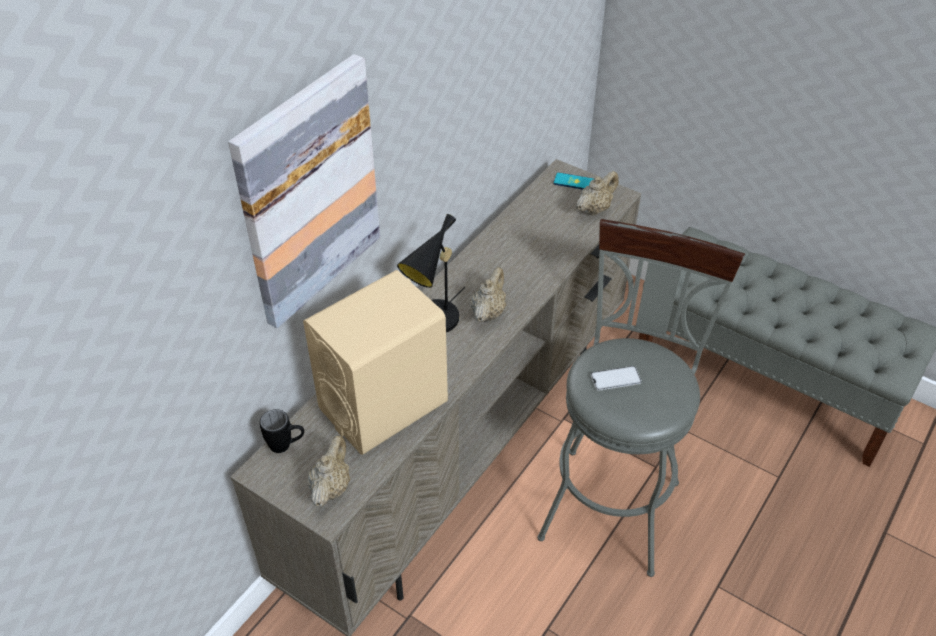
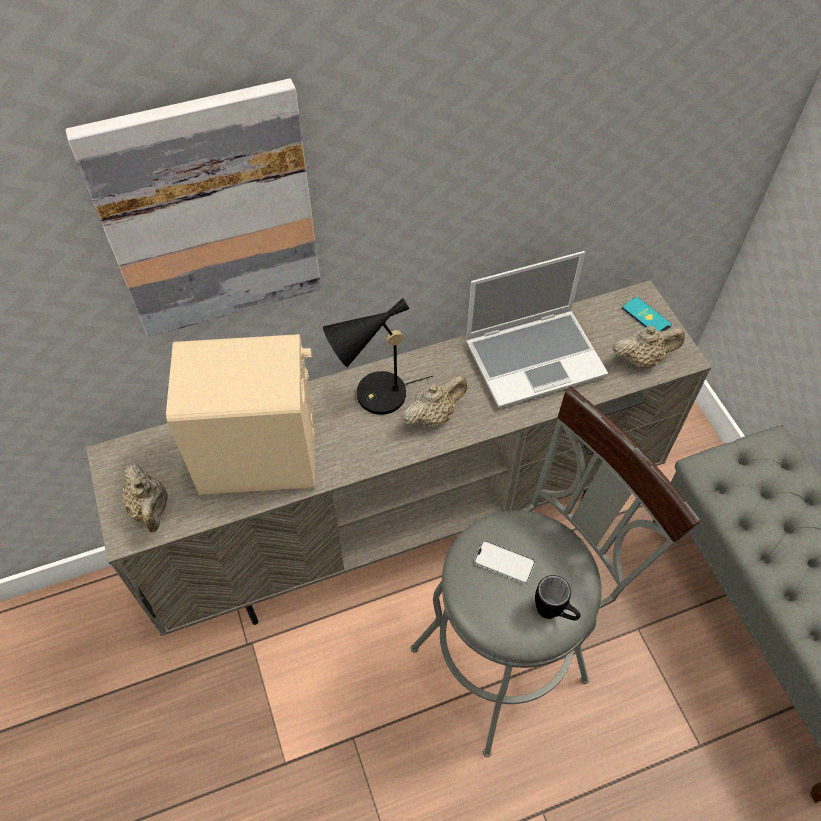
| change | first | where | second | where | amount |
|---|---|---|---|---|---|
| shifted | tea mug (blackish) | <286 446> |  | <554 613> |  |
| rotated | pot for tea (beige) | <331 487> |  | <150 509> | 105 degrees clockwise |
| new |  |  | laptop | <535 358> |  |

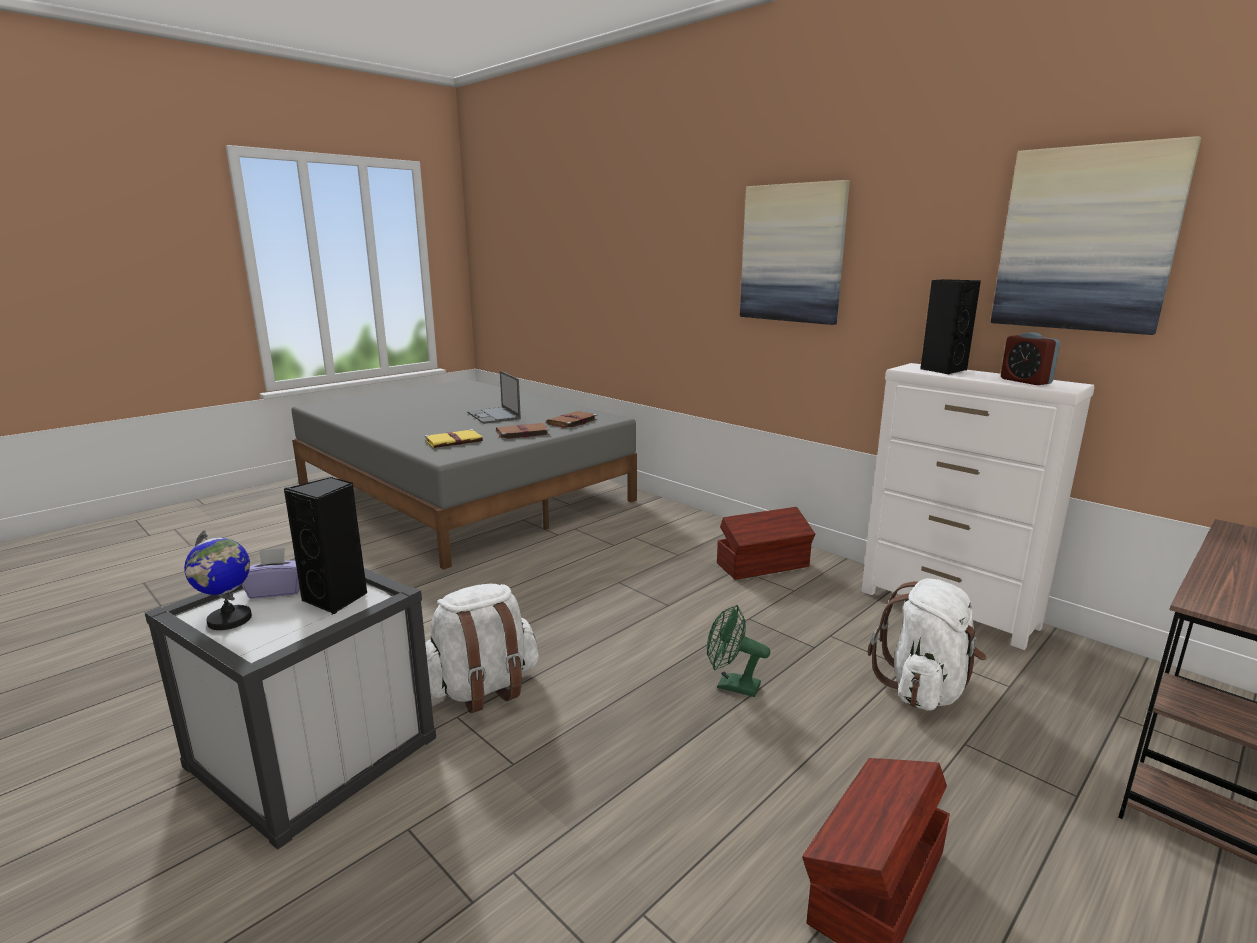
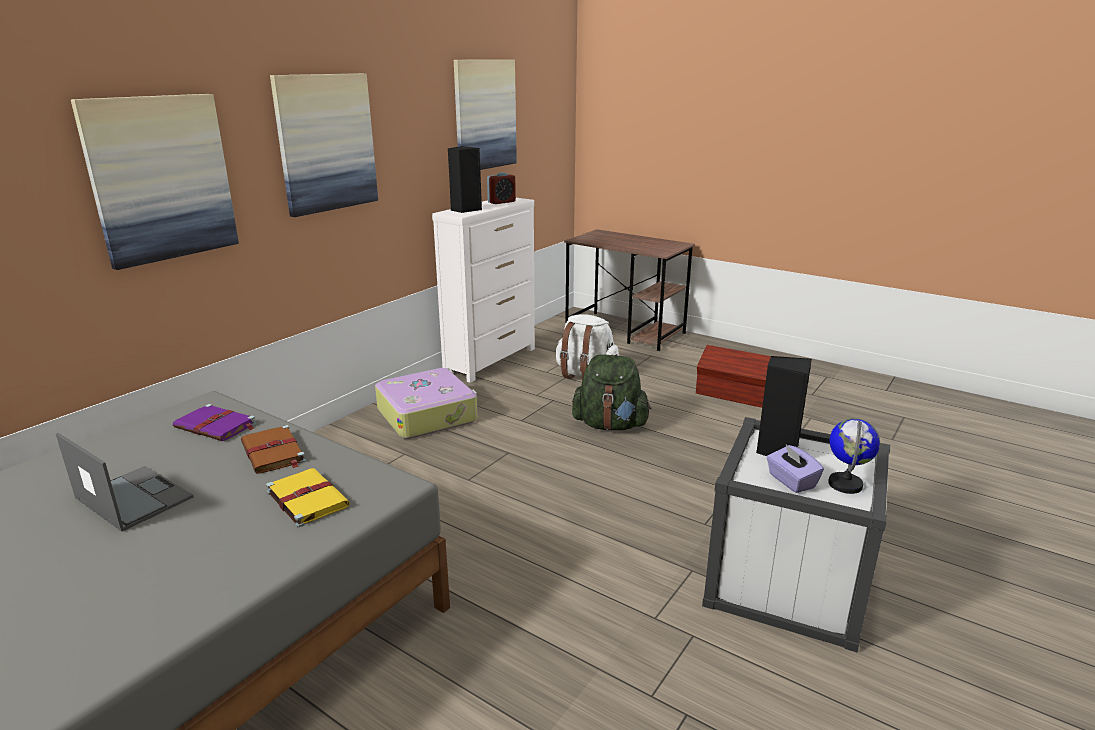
| change | first | where | second | where | amount |
|---|---|---|---|---|---|
| gone | backpack (white-coloured) | <482 688> |  |  |  |
| rotated | laptop | <494 416> |  | <132 498> | 105 degrees counterclockwise |
| repainted | volume (brown-coloured) | <571 422> | volume (purple) | <216 426> |  |
| swapped | fan (green-coloured) | <731 685> | backpack (green-coloured) | <610 425> |  |
| swapped | storage bin (brown-coloured) | <764 565> | piece of luggage | <428 414> |  |
| new |  |  | wall picture | <161 179> |  |

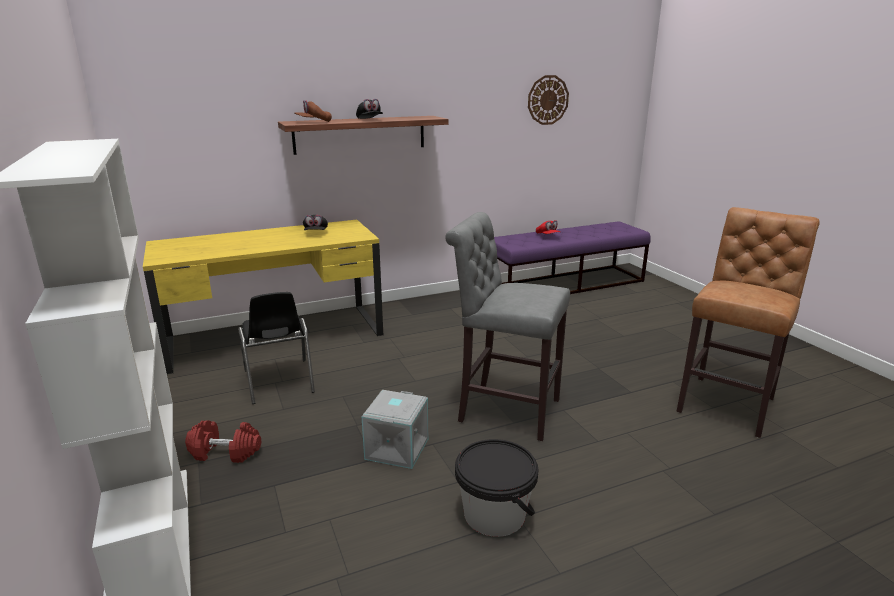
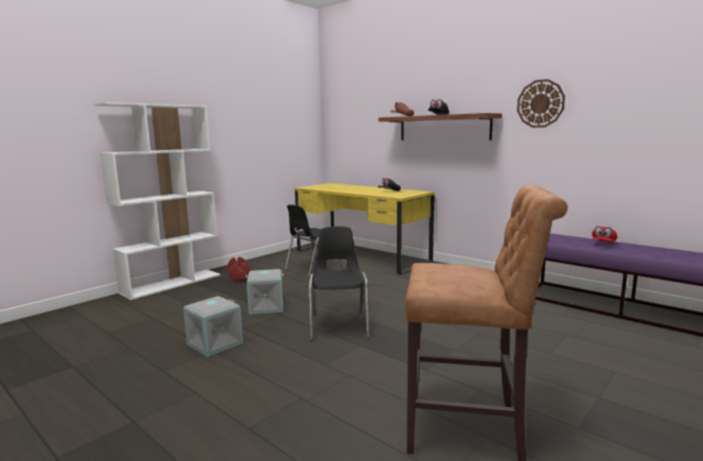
| change | first | where | second | where | amount |
|---|---|---|---|---|---|
| swapped | stool seat (greyish) | <503 409> | upright chair (blackish) | <339 325> |  |
| swapped | pail (blackish) | <494 514> | storage bin (greyish) | <214 343> |  |
| shifted | wall clock | <547 100> |  | <540 103> |  |

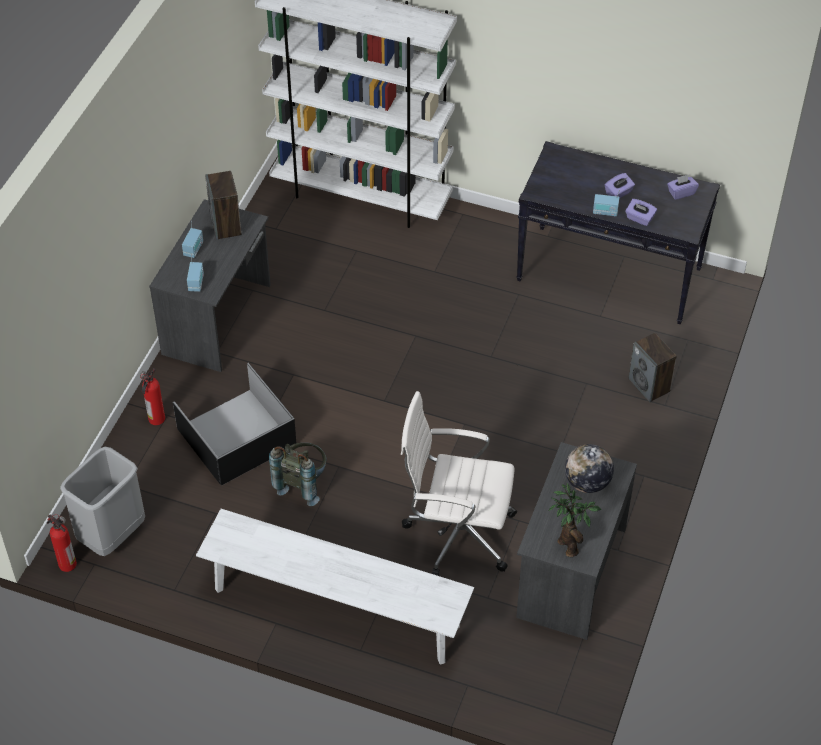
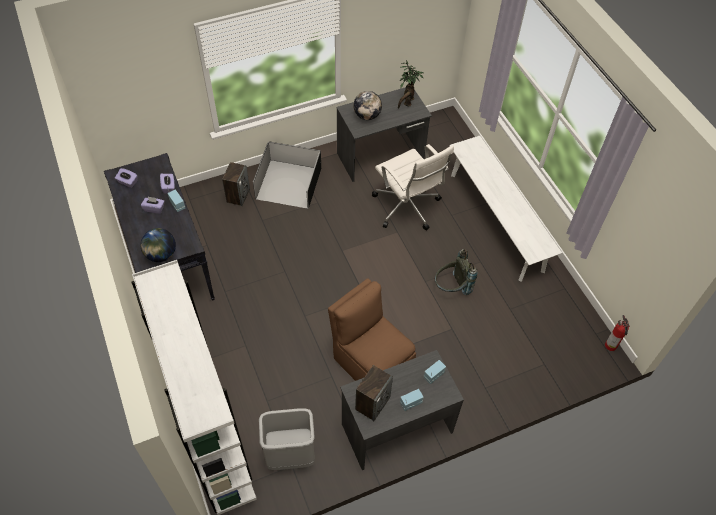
| change | first | where | second | where | amount |
|---|---|---|---|---|---|
| shifted | trash can (greyish) | <111 534> |  | <290 456> |  |
| gone | fire-fighting cylinder | <156 419> |  |  |  |
| shifted | storage bin (blackish) | <237 436> |  | <288 183> |  |
| new |  |  | desk globe | <161 255> |  |
| new |  |  | upright chair (brown-coloured) | <371 363> |  |

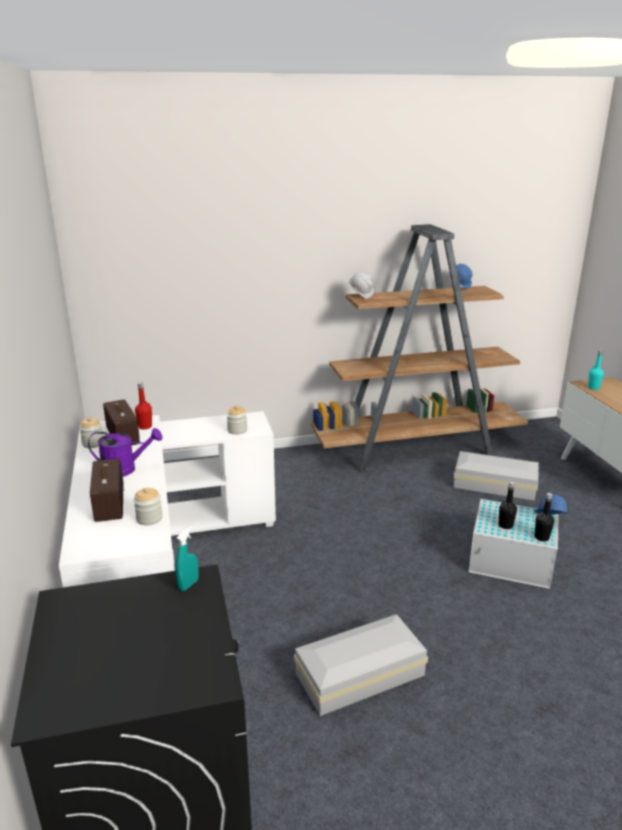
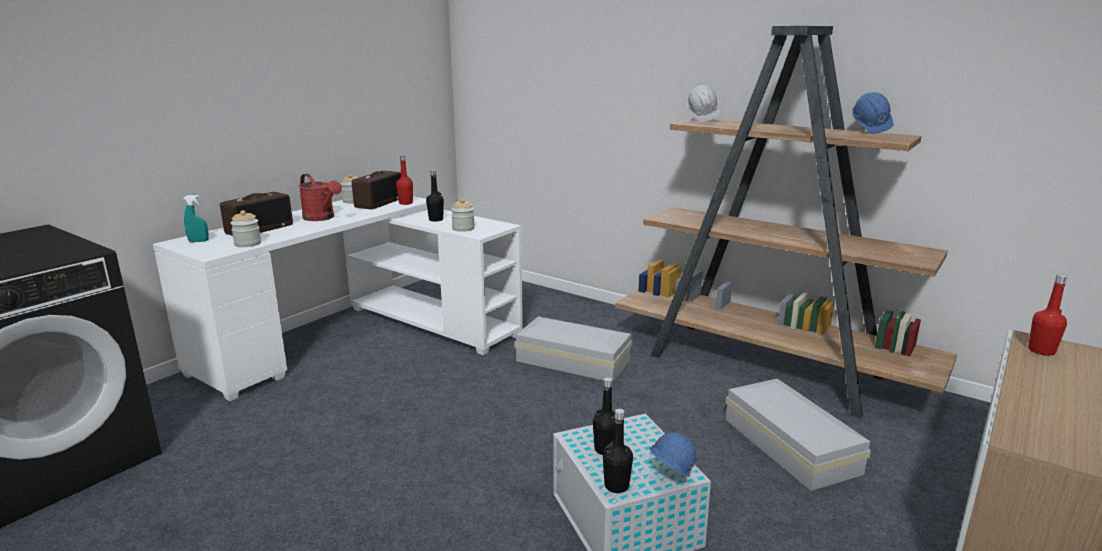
| change | first | where | second | where | amount |
|---|---|---|---|---|---|
| repainted | watering pot (purple) | <125 469> | watering pot (red) | <322 218> |  |
| shifted | hand sprayer (blue-green) | <188 584> |  | <198 241> |  |
| shifted | storage bin (white-coloured) | <362 675> |  | <574 361> |  |
| repainted | beverage bottle (blue-green) | <593 388> | beverage bottle (red) | <1041 351> |  |
| new |  |  | beverage bottle (blackish) | <436 220> |  |

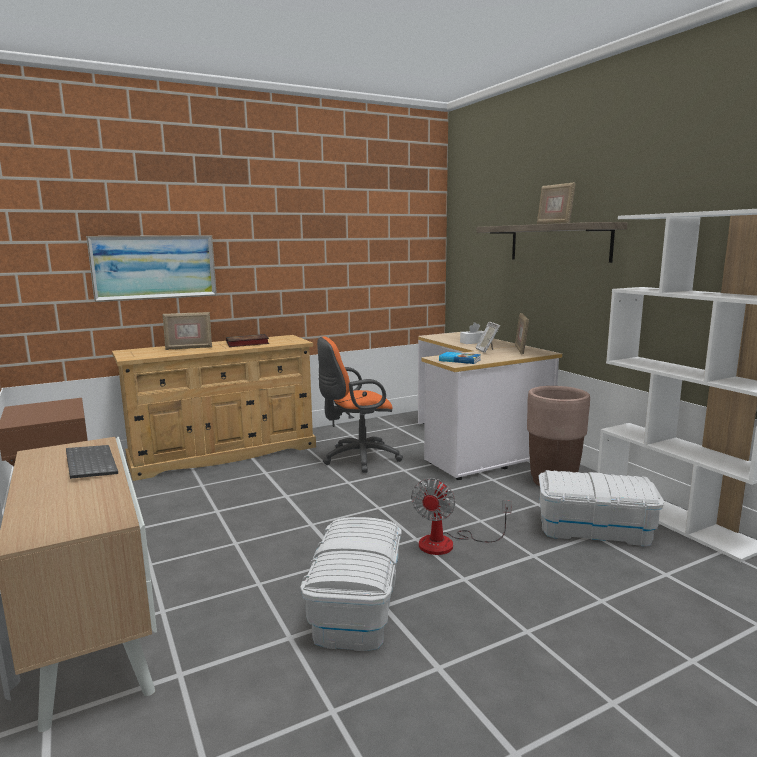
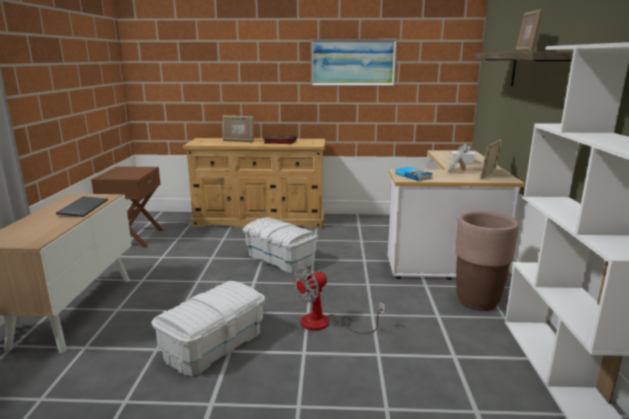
| change | first | where | second | where | amount |
|---|---|---|---|---|---|
| shifted | wall picture | <154 267> |  | <353 62> |  |
| gone | computer chair (orange) | <357 459> |  |  |  |
| shifted | storage bin (white-coloured) | <594 529> |  | <280 259> |  |

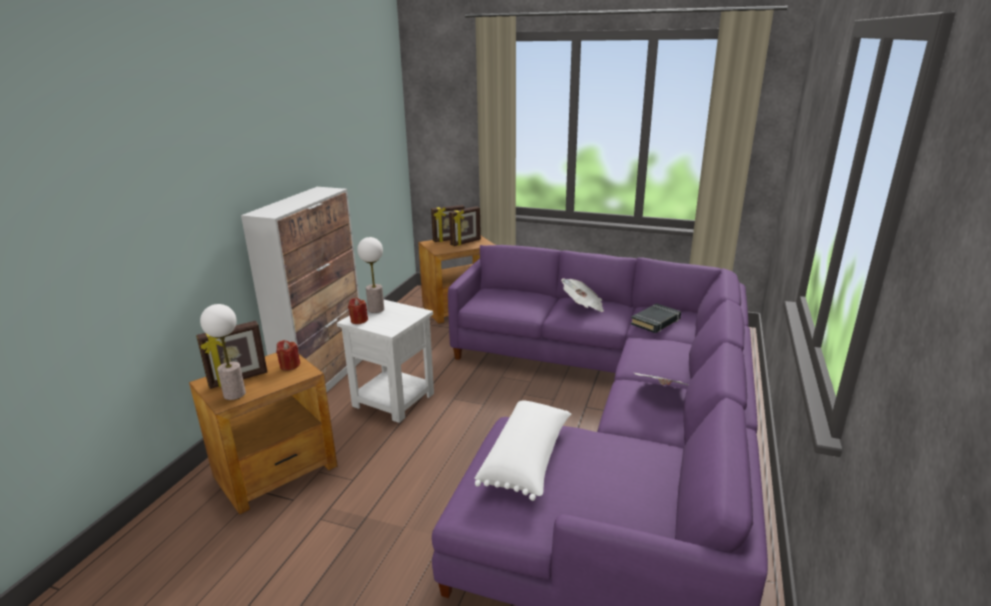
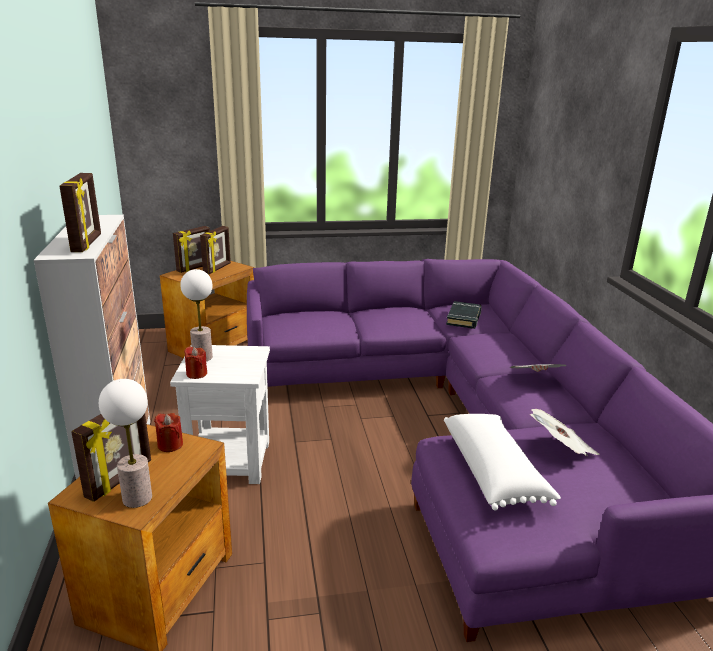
| change | first | where | second | where | amount |
|---|---|---|---|---|---|
| shifted | daily paper | <583 306> |  | <561 449> |  |
| new |  |  | picture frame | <87 243> |  |

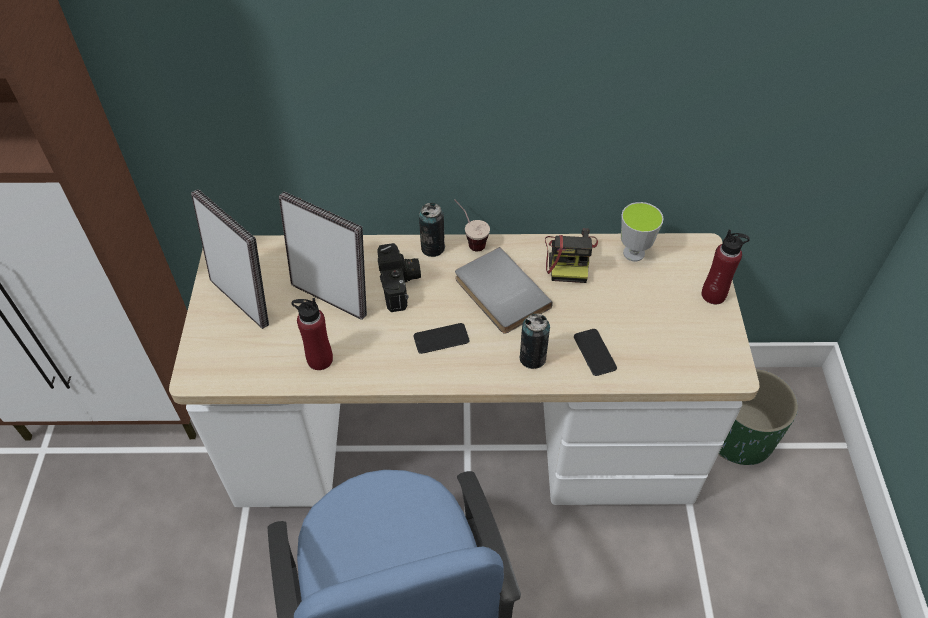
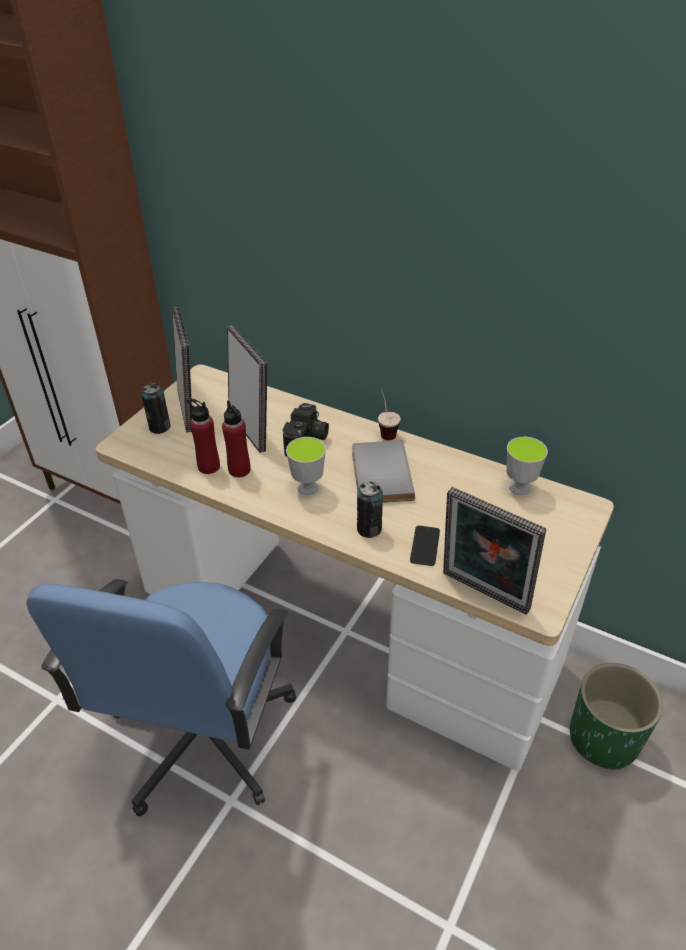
| change | first | where | second | where | amount |
|---|---|---|---|---|---|
| swapped | telephone | <441 339> | drinking cup | <308 488> |  |
| shifted | metal can | <432 248> |  | <159 427> |  |
| gone | still camera | <570 258> |  |  |  |
| shifted | beverage bottle (red) | <713 295> |  | <239 470> |  |
| new |  |  | picture frame | <482 595> |  |

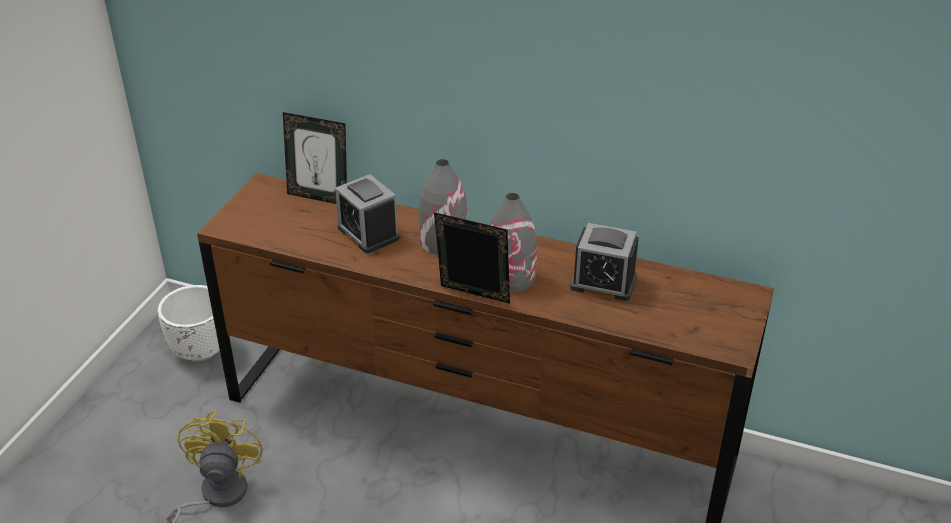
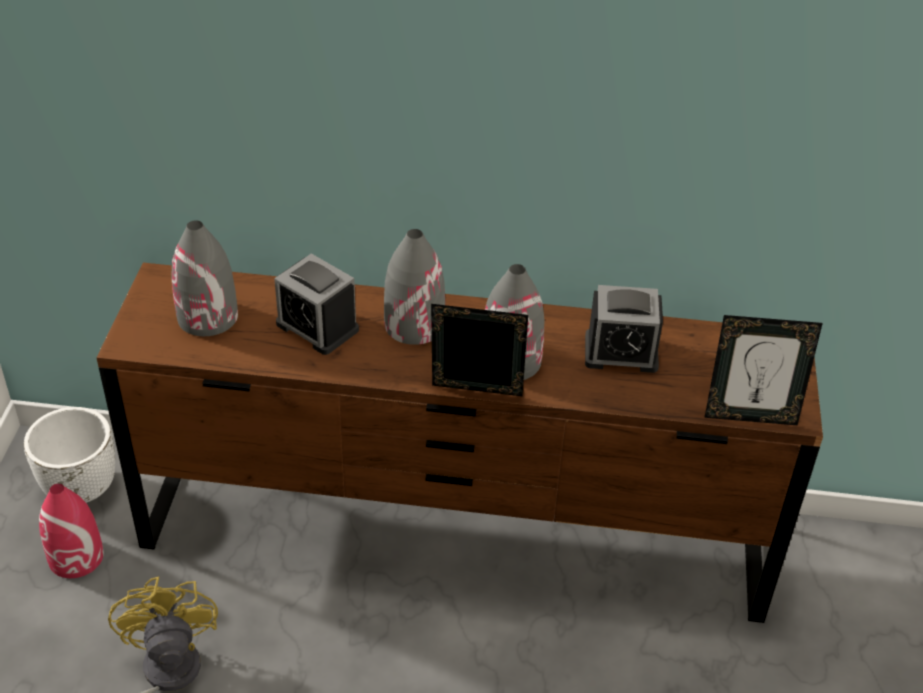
| change | first | where | second | where | amount |
|---|---|---|---|---|---|
| shifted | picture frame | <319 197> |  | <750 415> |  |
| new |  |  | vase (red) | <76 557> |  |
| new |  |  | vase (greyish) | <208 317> |  |

